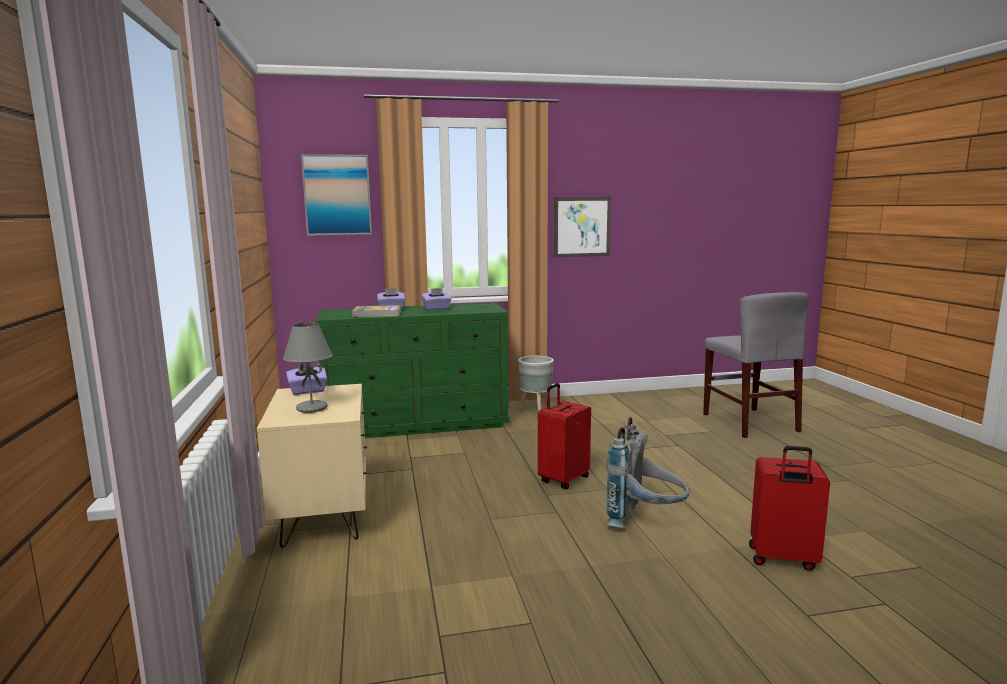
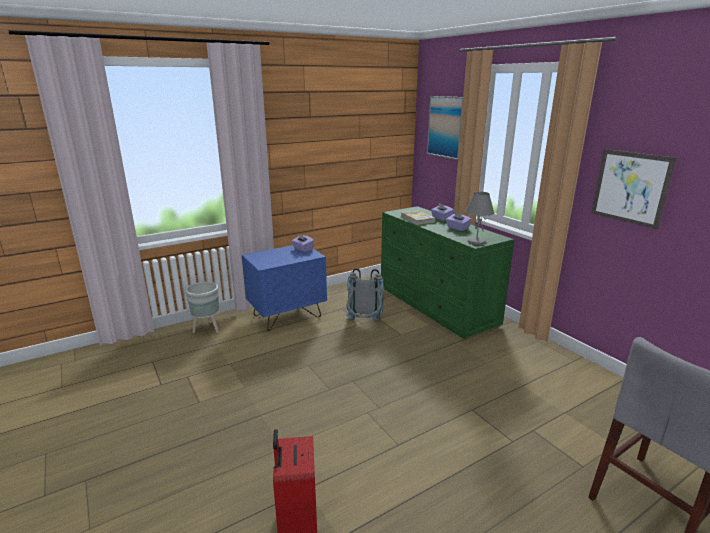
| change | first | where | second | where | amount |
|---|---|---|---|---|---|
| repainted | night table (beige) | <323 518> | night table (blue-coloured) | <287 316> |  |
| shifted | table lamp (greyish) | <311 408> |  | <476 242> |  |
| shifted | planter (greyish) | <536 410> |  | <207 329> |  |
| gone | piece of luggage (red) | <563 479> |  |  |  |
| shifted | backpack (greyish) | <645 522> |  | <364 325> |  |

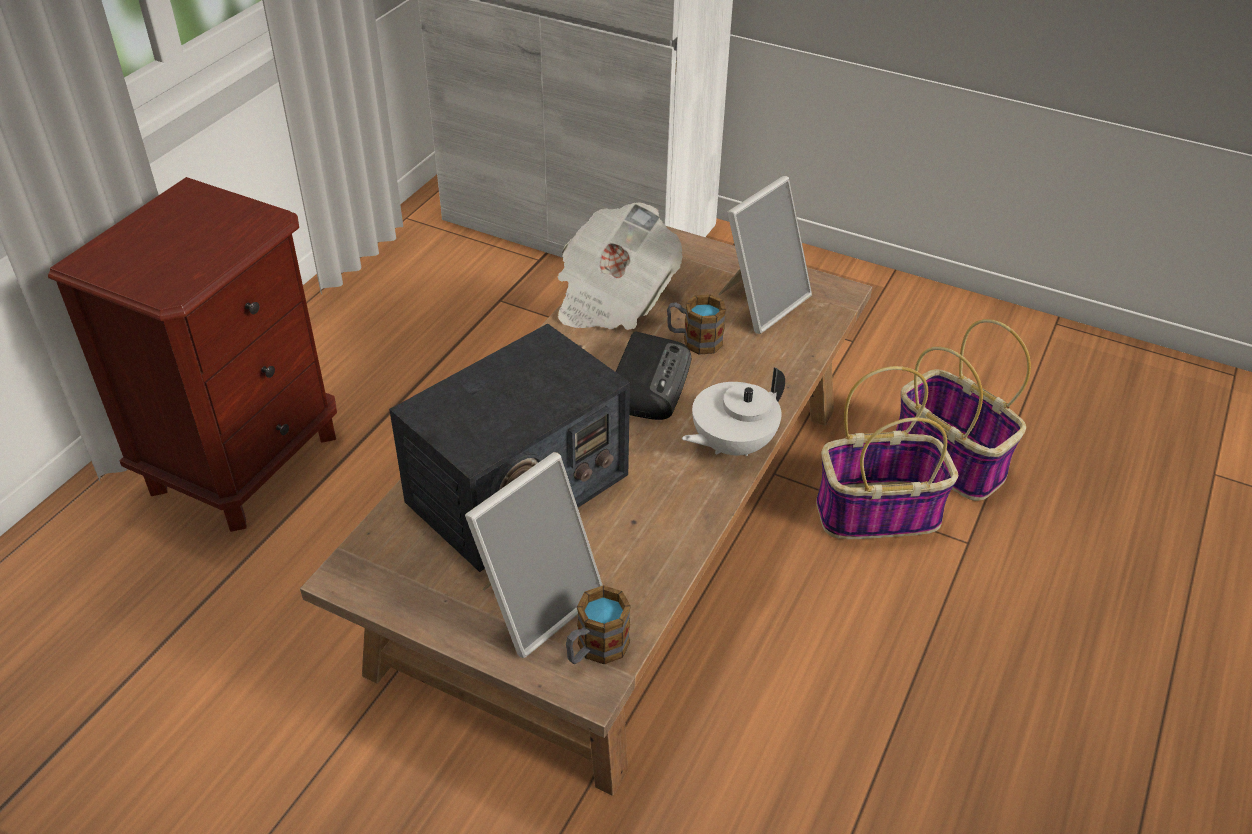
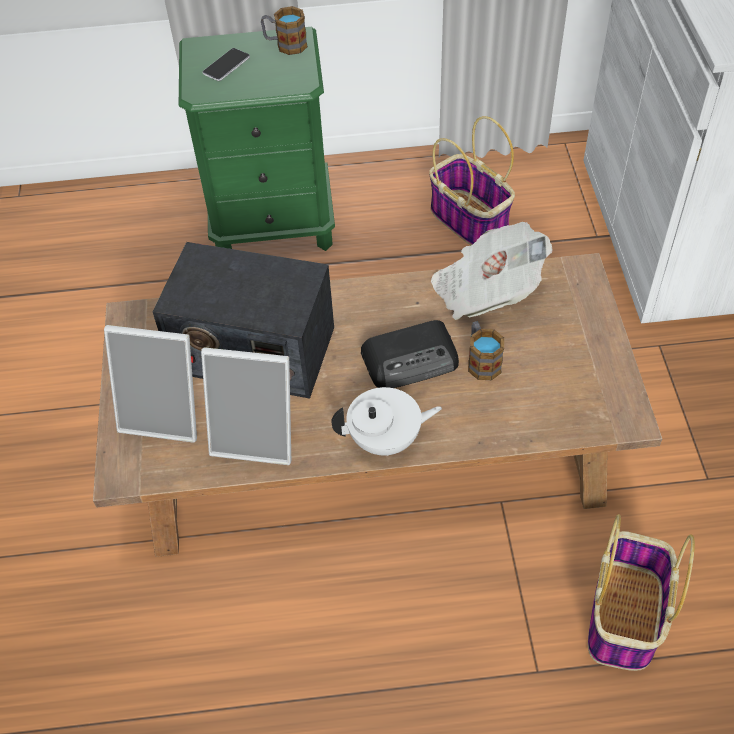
| change | first | where | second | where | amount |
|---|---|---|---|---|---|
| repainted | night table (brown-coloured) | <244 461> | night table (green-coloured) | <273 224> |  |
| shifted | tea mug | <595 649> |  | <285 45> |  |
| rotated | pot for tea (white-coloured) | <731 444> |  | <386 439> | 150 degrees clockwise |
| shifted | picture frame | <761 302> |  | <257 436> |  |
| shifted | basket | <878 512> |  | <470 221> |  |
| new |  |  | telephone | <226 65> |  |

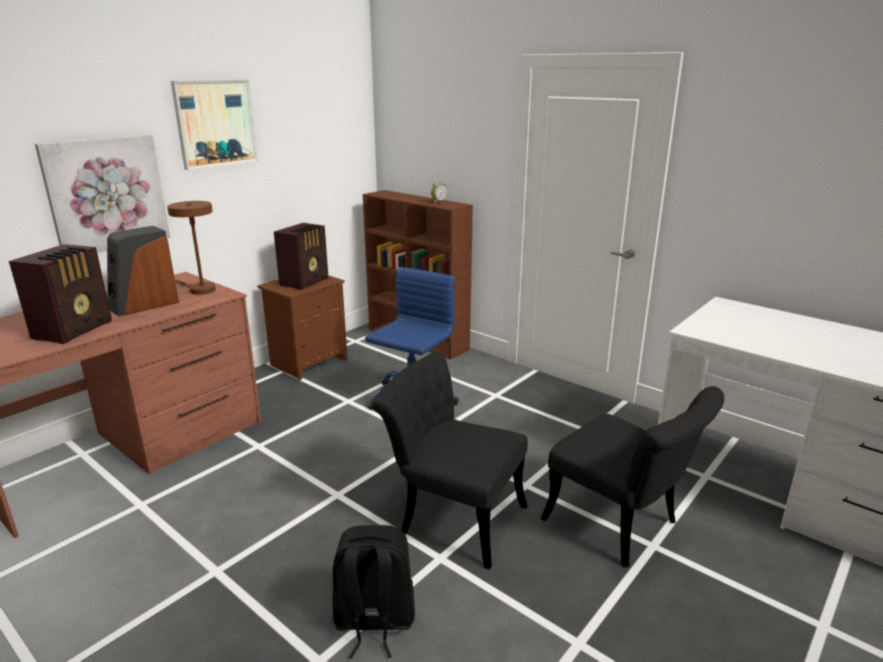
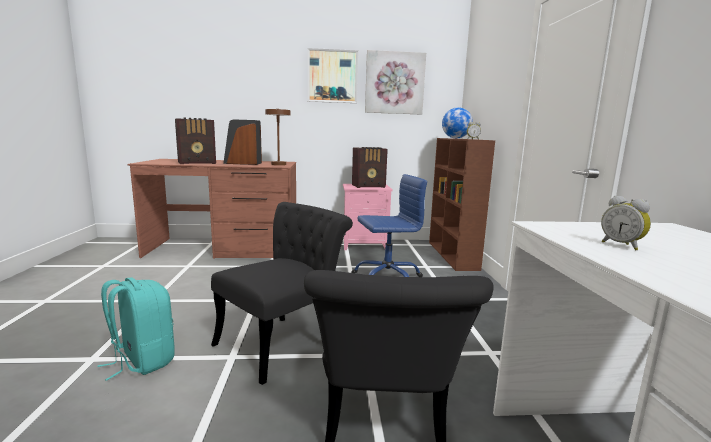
| change | first | where | second | where | amount |
|---|---|---|---|---|---|
| shifted | wall picture | <106 194> |  | <394 83> |  |
| repainted | night table (brown-coloured) | <309 362> | night table (pinkish) | <365 245> |  |
| repainted | backpack (blackish) | <373 621> | backpack (blue-green) | <142 361> |  |
| rotated | upright chair (blackish) | <451 516> |  | <283 342> | 60 degrees clockwise |
| new |  |  | desk globe | <455 138> |  |
| new |  |  | alarm clock | <622 245> |  |

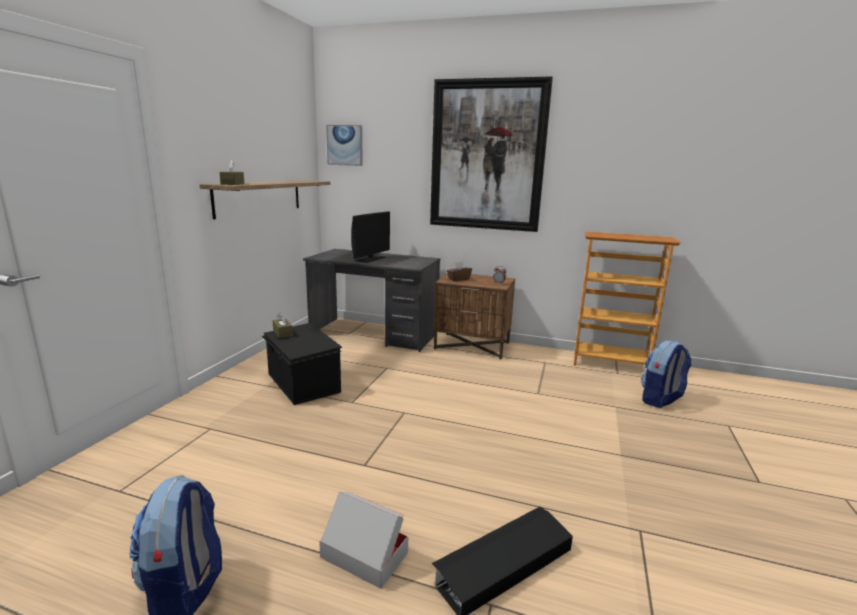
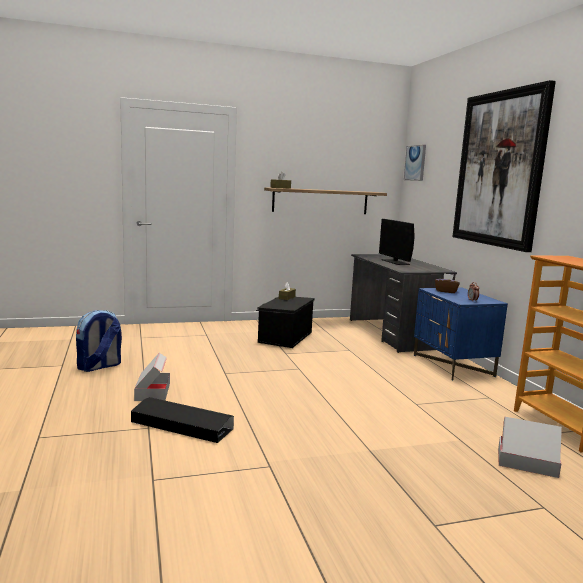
| change | first | where | second | where | amount |
|---|---|---|---|---|---|
| rotated | computer screen | <370 259> |  | <395 262> | 75 degrees clockwise |
| repainted | night table (brown-coloured) | <472 346> | night table (blue-coloured) | <453 366> |  |
| swapped | backpack | <661 400> | packing box | <527 462> |  |

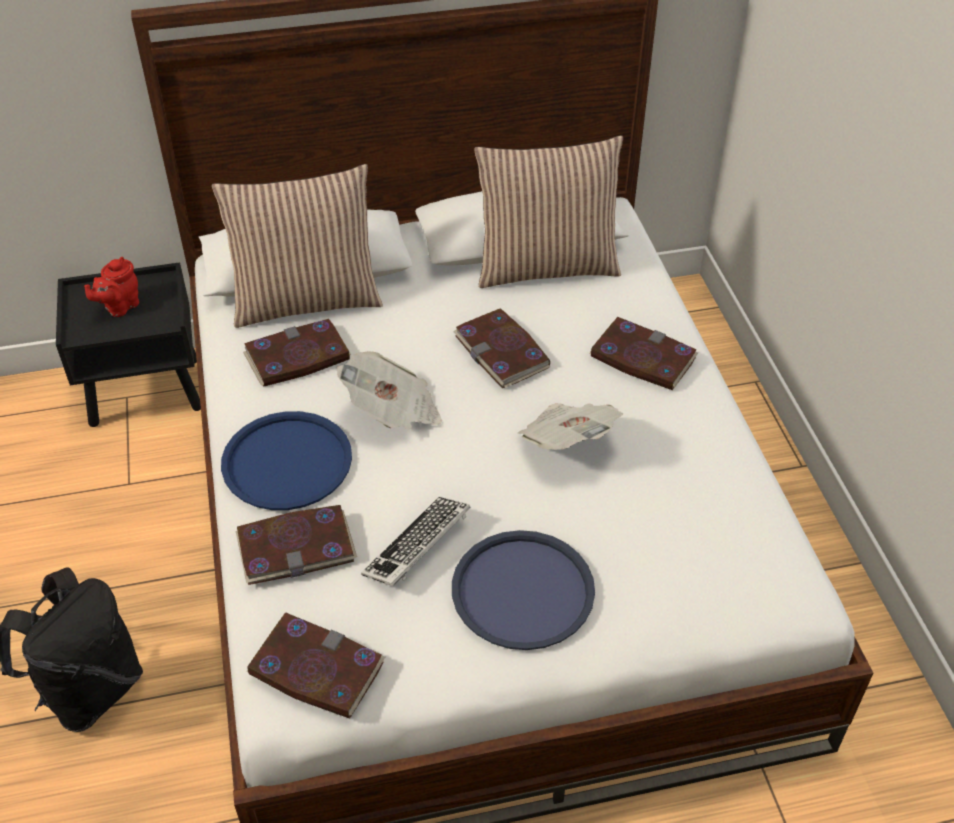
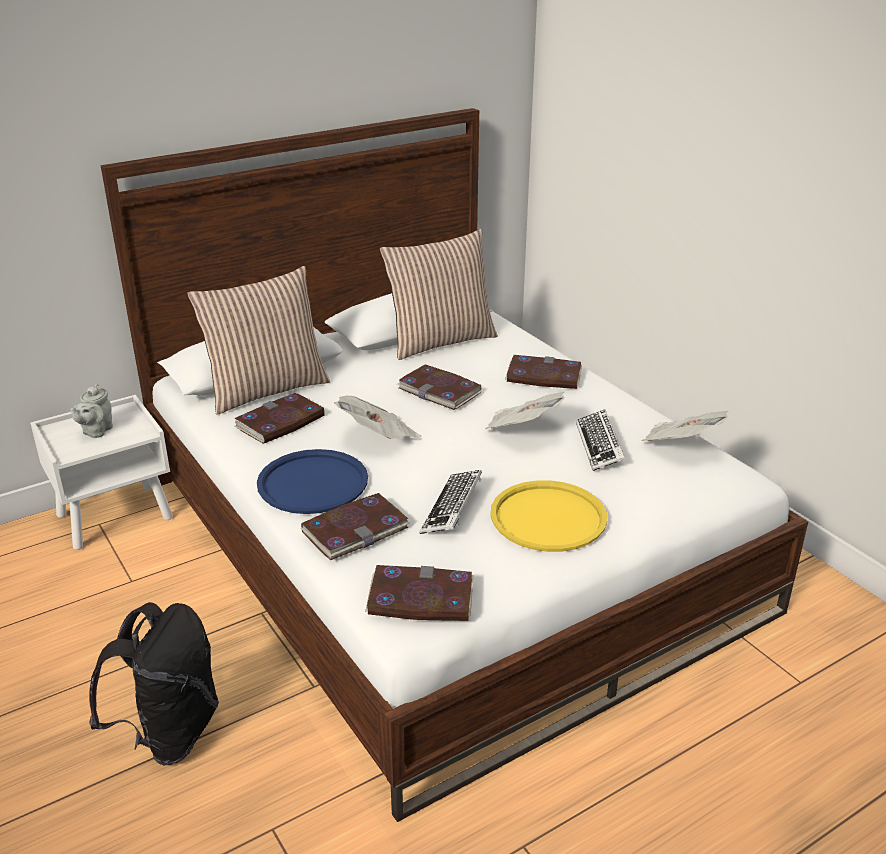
| change | first | where | second | where | amount |
|---|---|---|---|---|---|
| repainted | night table (blackish) | <147 391> | night table (white-coloured) | <116 516> |  |
| repainted | pot for tea (red) | <119 307> | pot for tea (greyish) | <96 431> |  |
| repainted | serving tray (blue-coloured) | <523 591> | serving tray (yellow-coloured) | <548 517> |  |
| new |  |  | computer keyboard | <599 445> |  |
| new |  |  | daily paper | <681 444> |  |

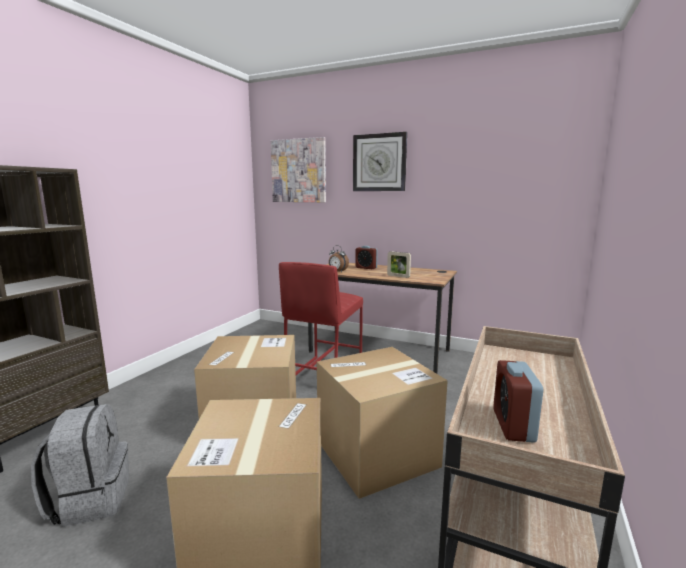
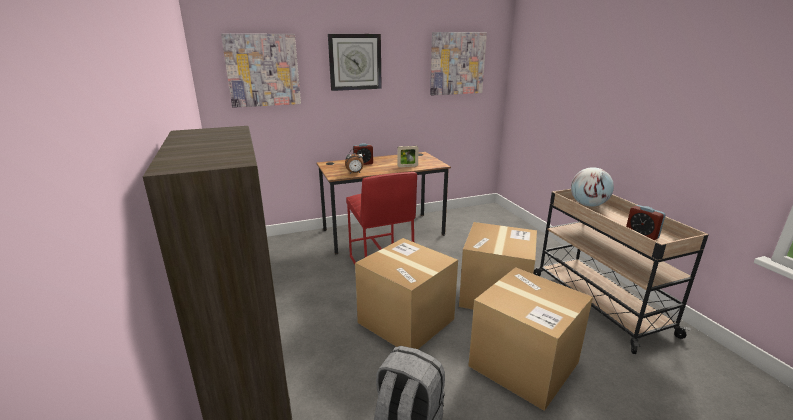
| change | first | where | second | where | amount |
|---|---|---|---|---|---|
| new |  |  | wall picture | <457 63> |  |
| new |  |  | desk globe | <588 205> |  |

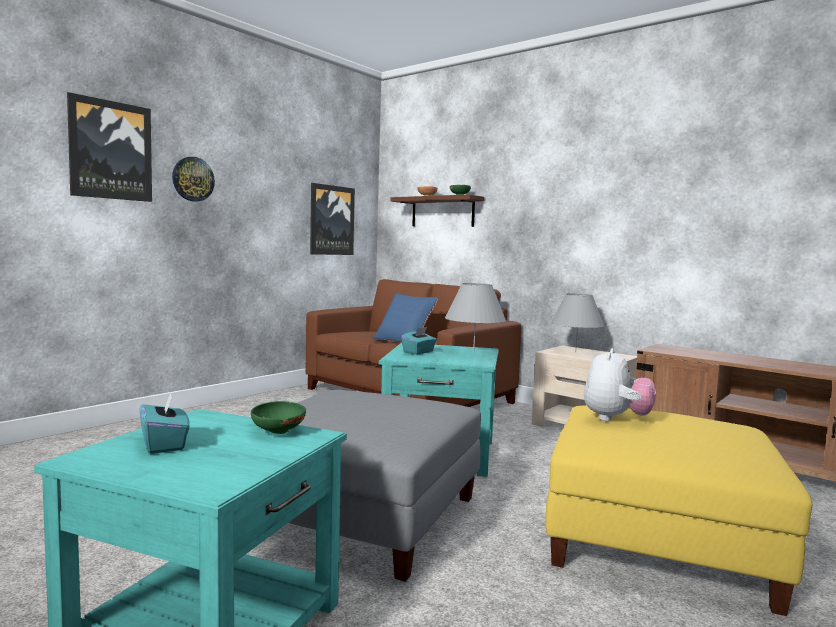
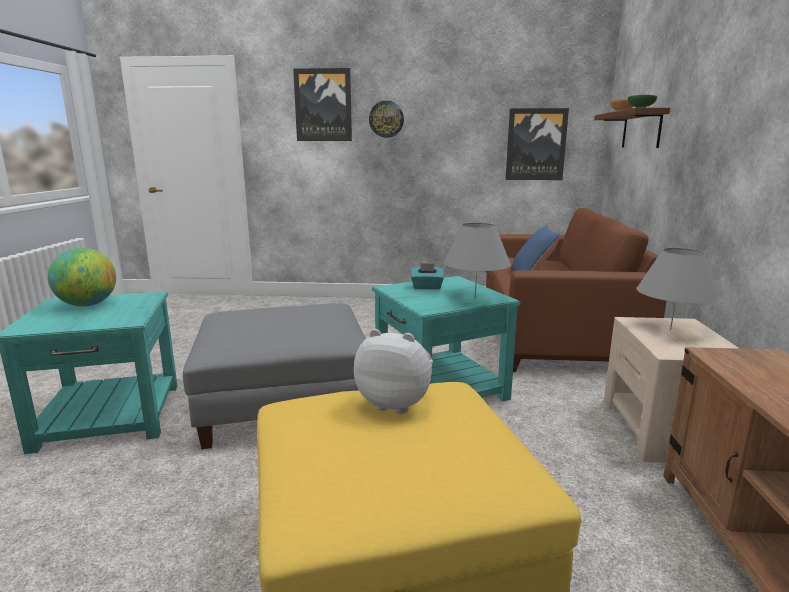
| change | first | where | second | where | amount |
|---|---|---|---|---|---|
| swapped | tissue box (blue-green) | <164 444> | desk globe | <88 305> |  |
| gone | deep dish (green-coloured) | <277 432> |  |  |  |
| rotated | cuddly toy | <616 419> |  | <396 403> | 150 degrees counterclockwise |

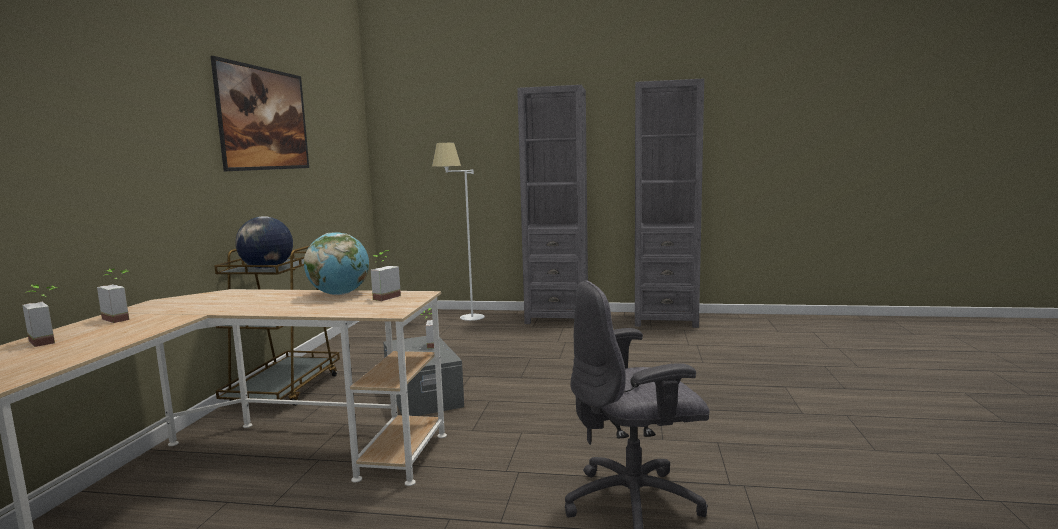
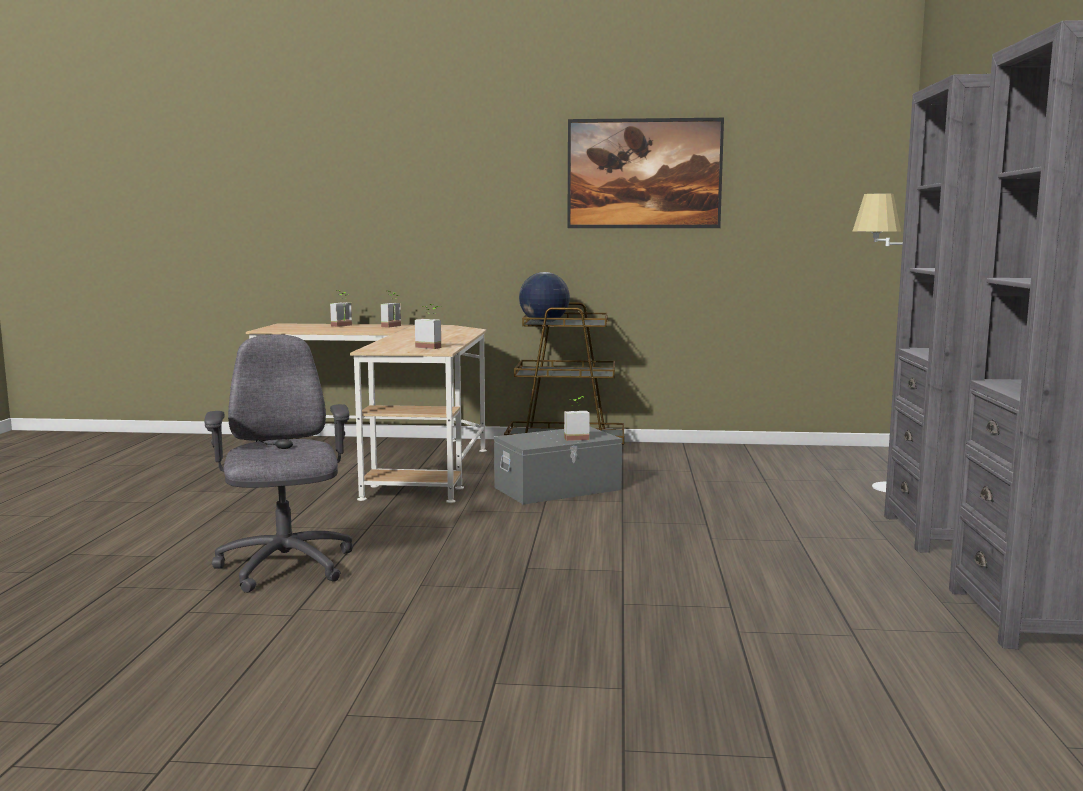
| change | first | where | second | where | amount |
|---|---|---|---|---|---|
| gone | desk globe | <339 294> |  |  |  |

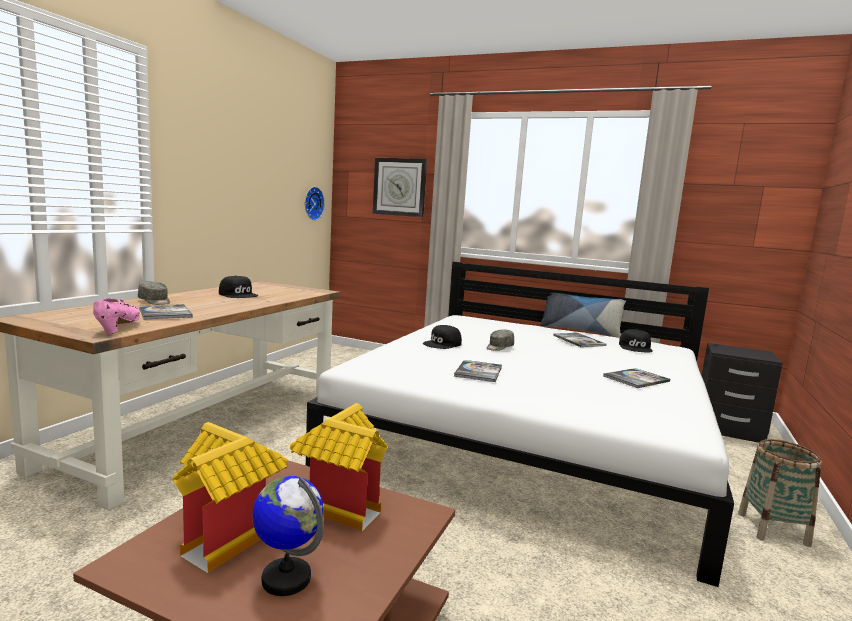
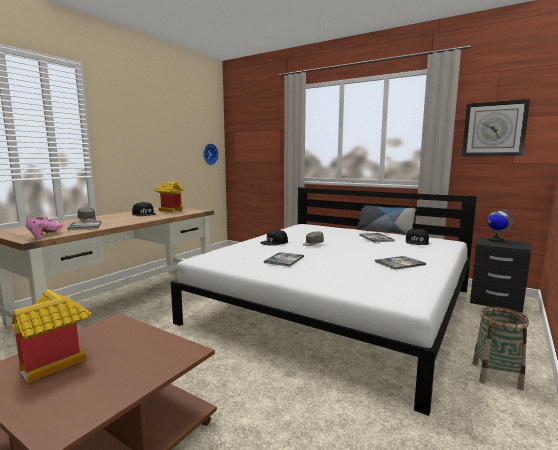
| change | first | where | second | where | amount |
|---|---|---|---|---|---|
| shifted | desk globe | <286 578> |  | <495 240> |  |
| shifted | model house | <338 503> |  | <170 210> |  |
| shifted | wall clock | <399 187> |  | <494 129> |  |

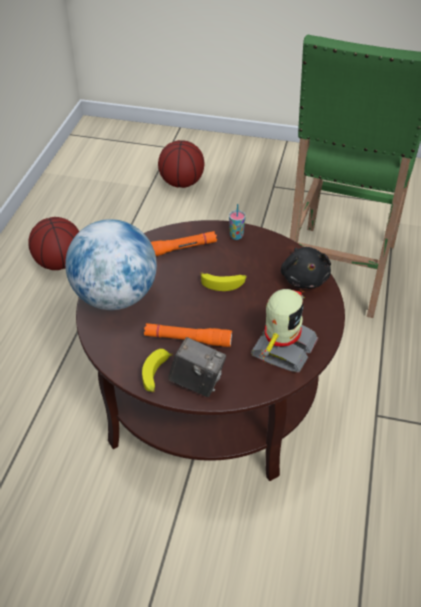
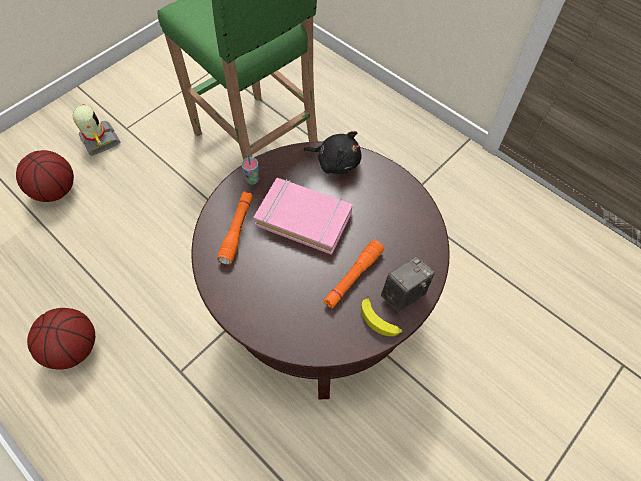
| change | first | where | second | where | amount |
|---|---|---|---|---|---|
| gone | desk globe | <115 297> |  |  |  |
| swapped | banana fruit | <223 283> | volume (pinkish) | <304 218> |  |
| shifted | toy robot | <282 348> |  | <99 140> |  |

